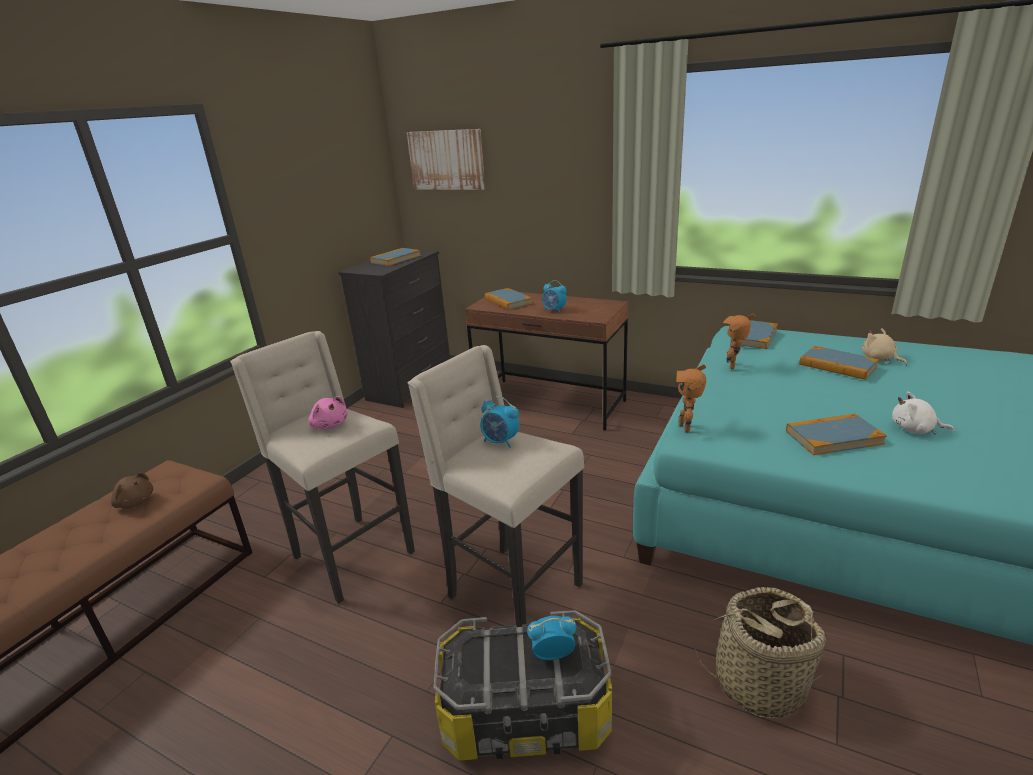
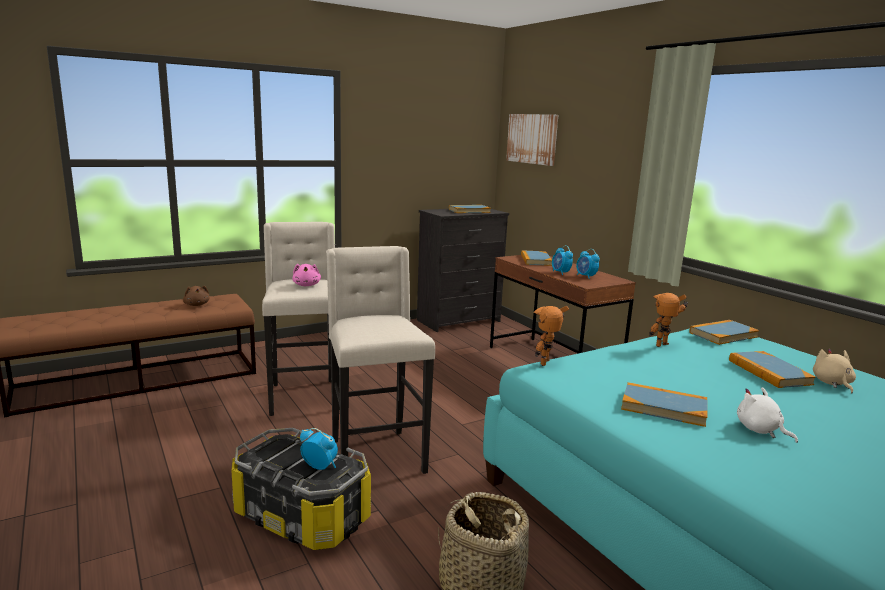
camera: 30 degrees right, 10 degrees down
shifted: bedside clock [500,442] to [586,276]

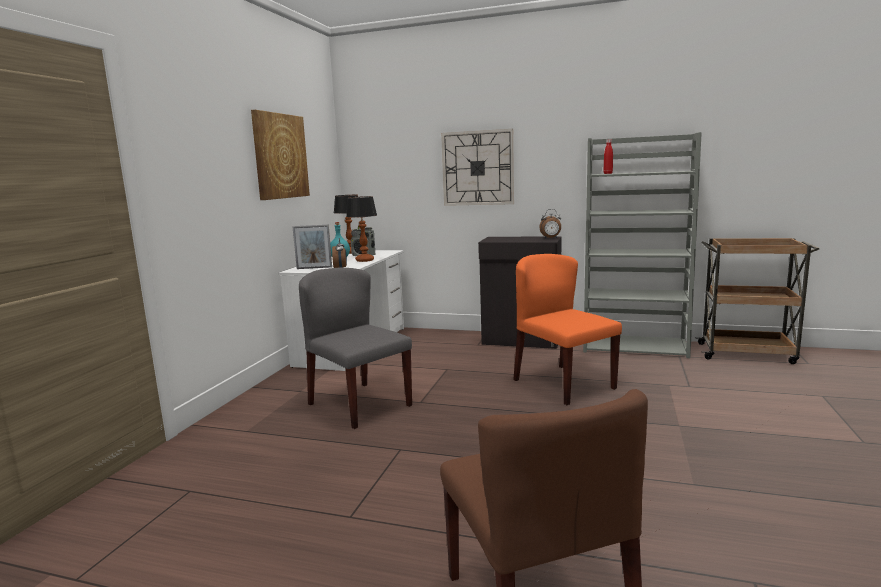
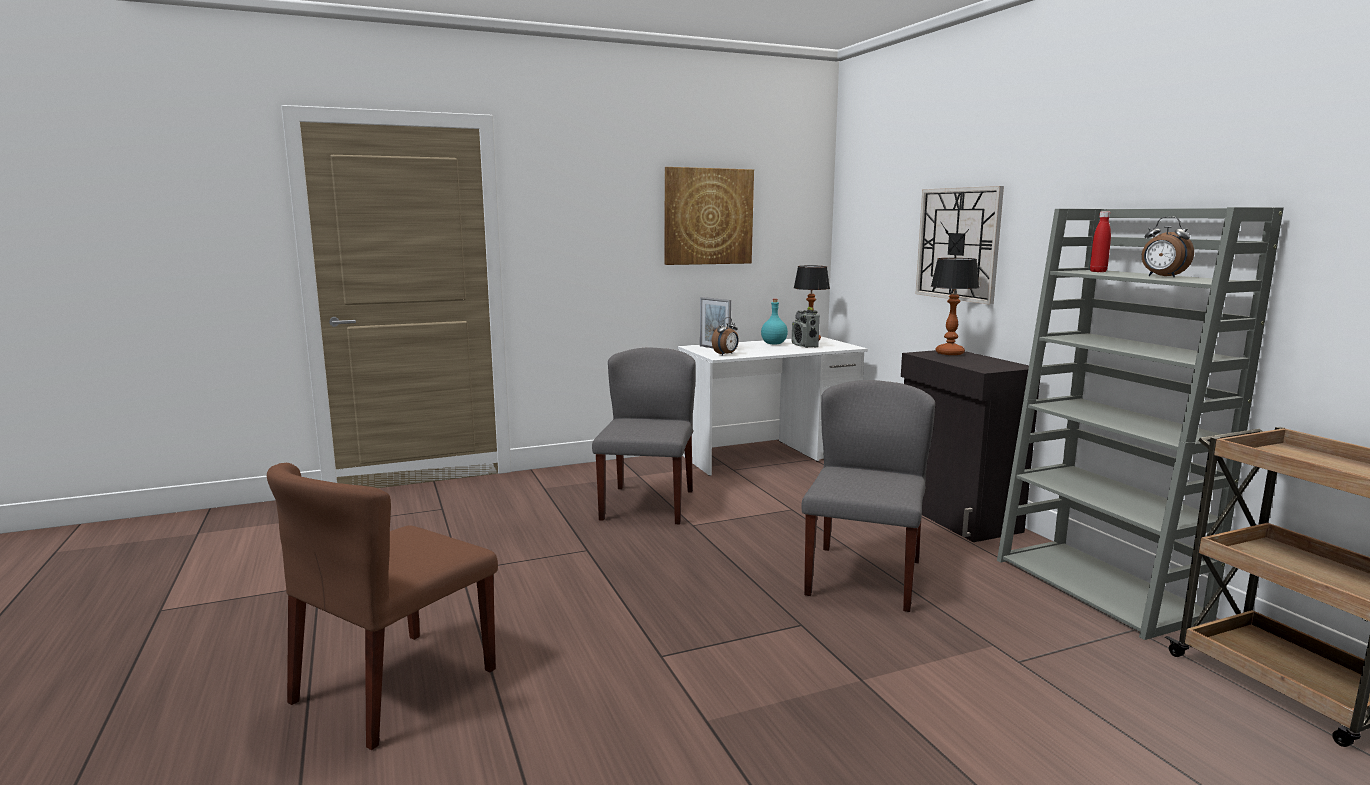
camera: 50 degrees right, 0 degrees up
shifted: table lamp [364,260] to [949,353]; bedside clock [550,238] to [1162,276]
repainted: plain chair in orangey [562,384] to plain chair in greyish [863,576]

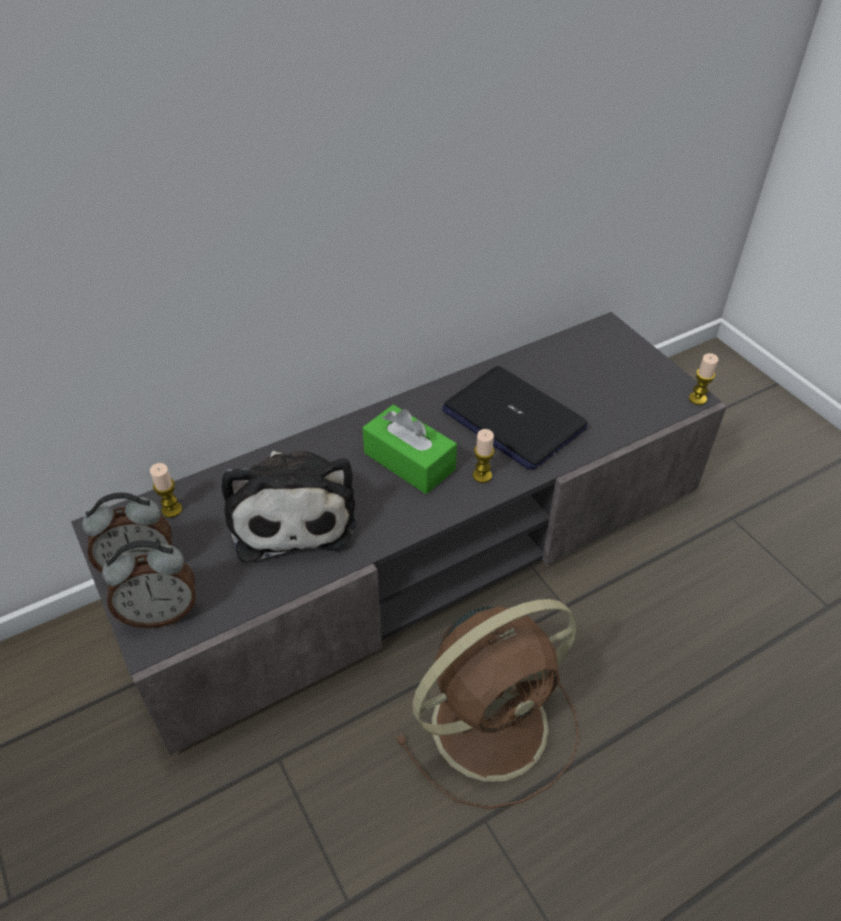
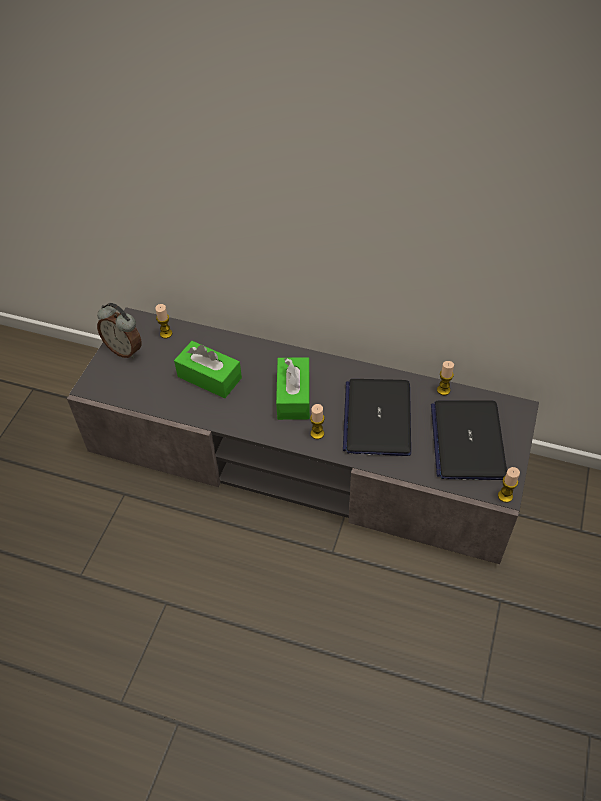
camera: 50 degrees right, 5 degrees up
gone: bedside clock [161,613]; fan in brown [494,722]
new: portable computer [467,440]; wax candle [443,390]
swapped: cuddly toy [292,513] to tissue box in green-coloured [209,377]

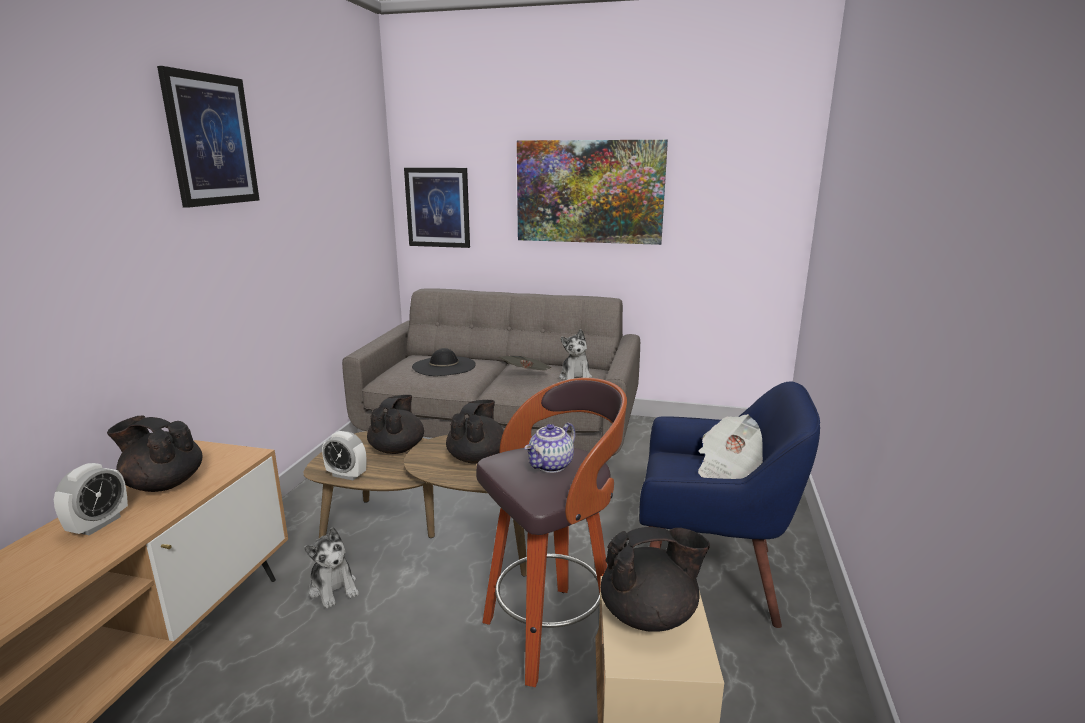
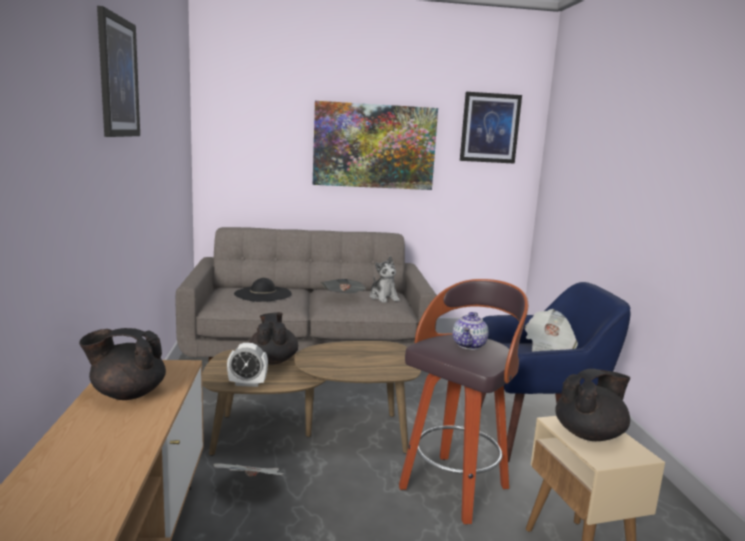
camera: 20 degrees left, 5 degrees down
gone: bedside clock [99,524]; pot for tea in black-coloured [477,457]
shifted: wall picture [438,207] to [490,128]
swapped: cuddly toy [334,588] to daily paper [252,486]

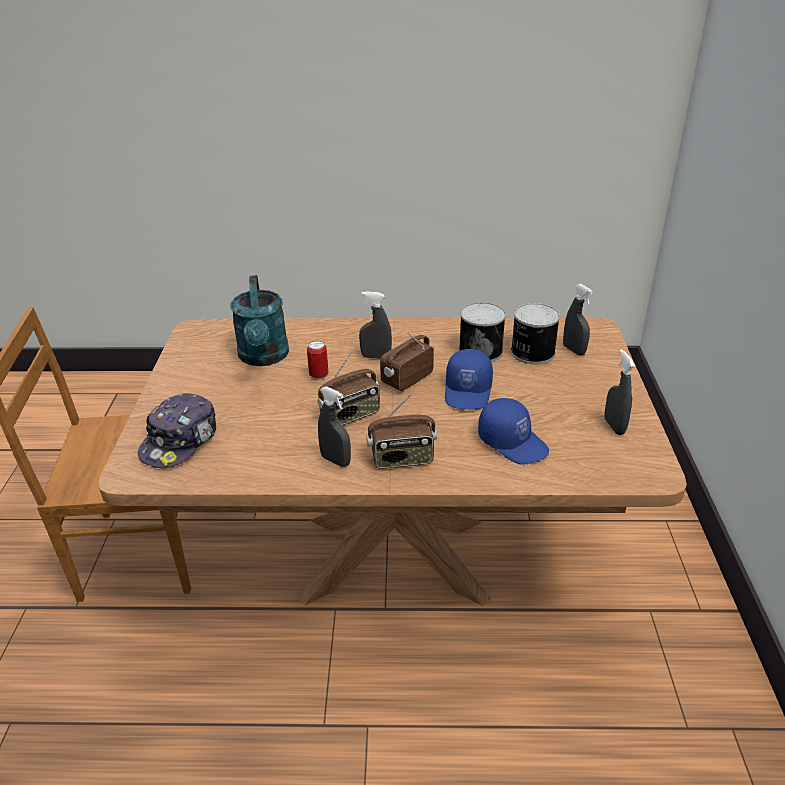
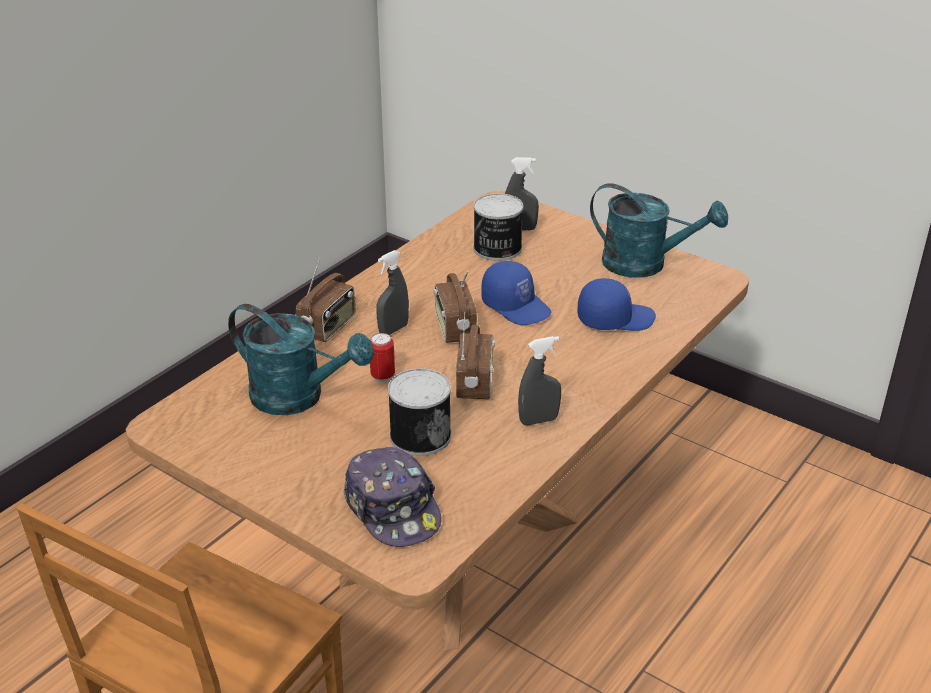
camera: 55 degrees left, 0 degrees up
shifted: radio set [402,459] to [328,327]; sealed can [481,350] to [419,435]
swapped: hand sprayer in greyish [614,426] to watering can in turquoise [645,264]

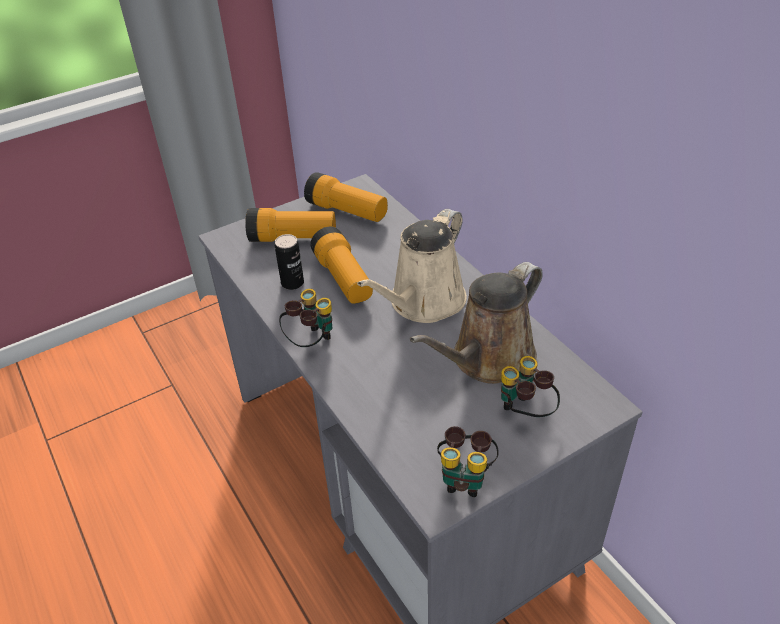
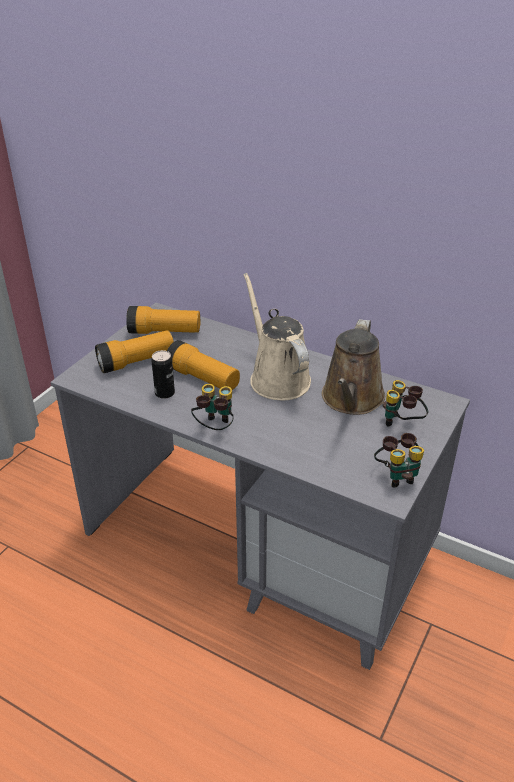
camera: 30 degrees left, 5 degrees down
rotated: watering can in beige [423,303] = [277,378] 150 degrees clockwise

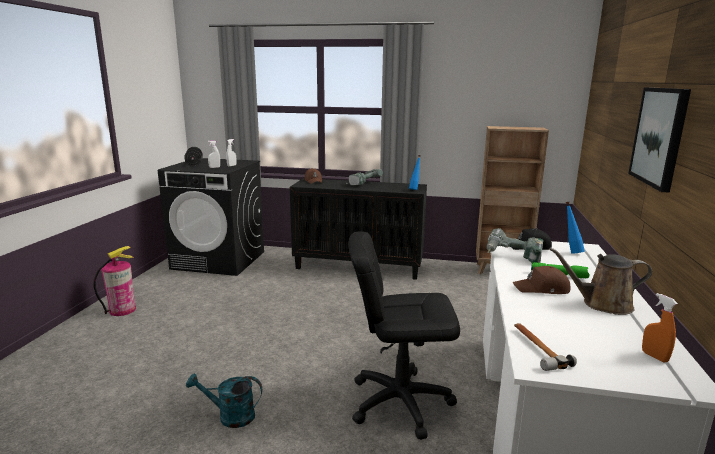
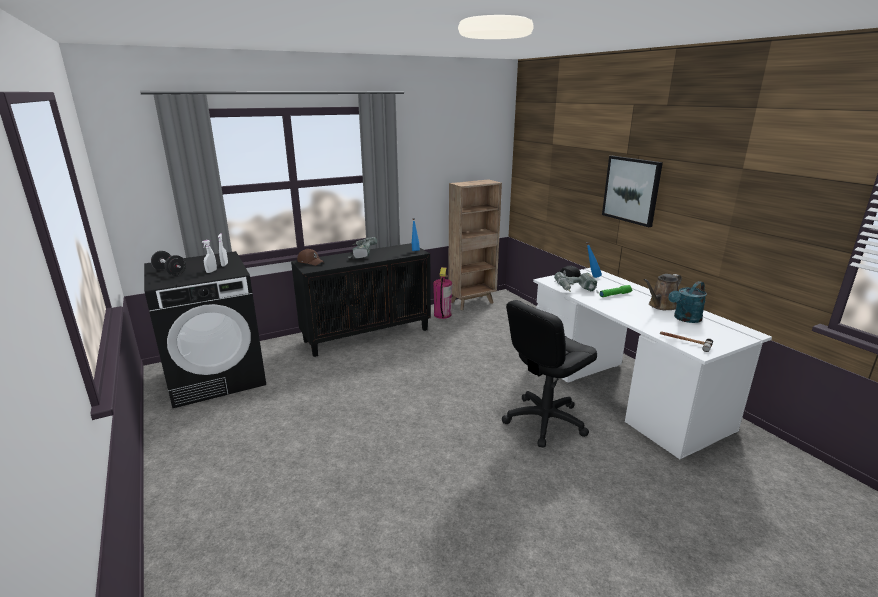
camera: 40 degrees left, 5 degrees up
gone: cap in brown [542,289]; hand sprayer in orangey [654,356]
shifted: fire extinguisher [122,310] to [442,315]; watering can in turquoise [230,416] to [685,319]

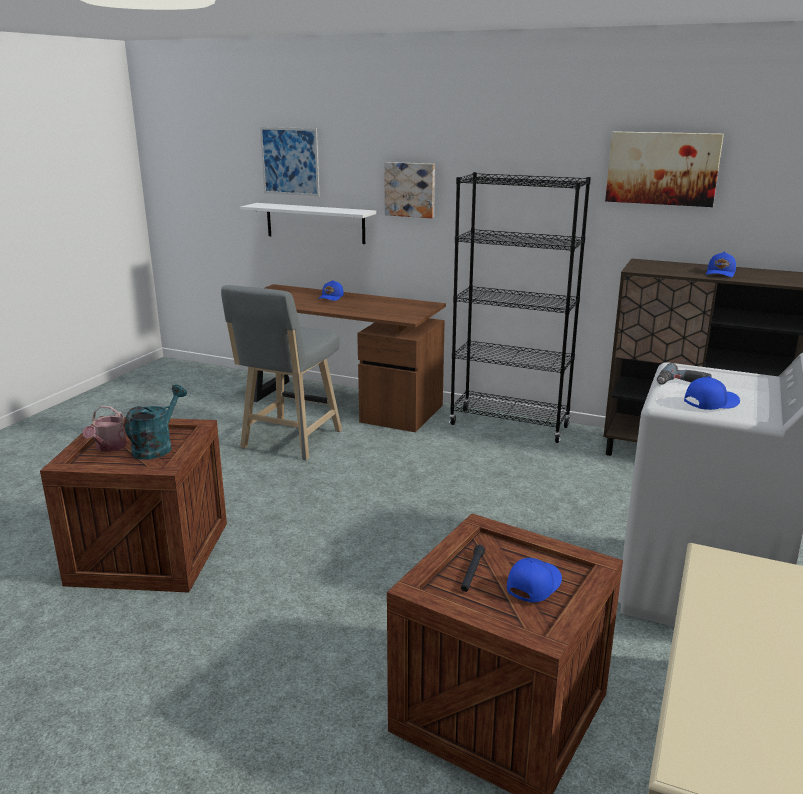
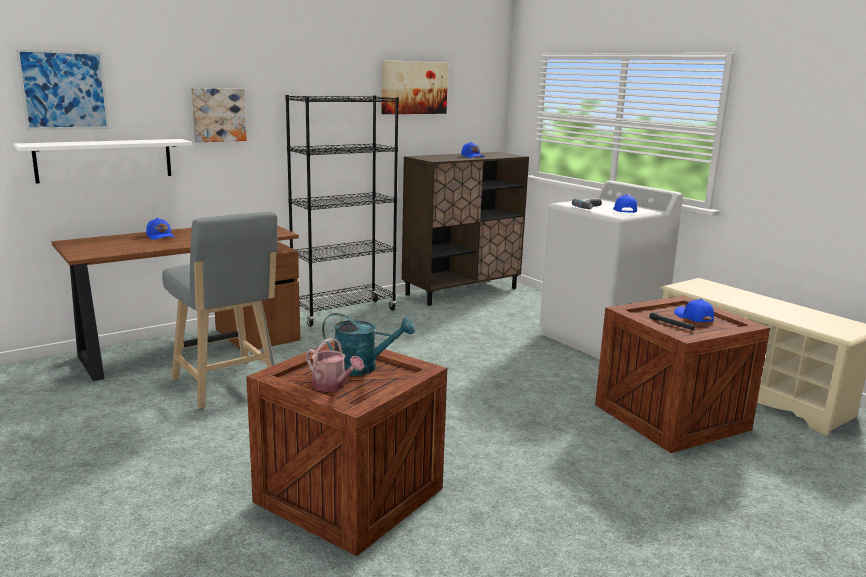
camera: 60 degrees left, 5 degrees down
rotated: watering can in turquoise [157,447] = [363,368] 135 degrees clockwise

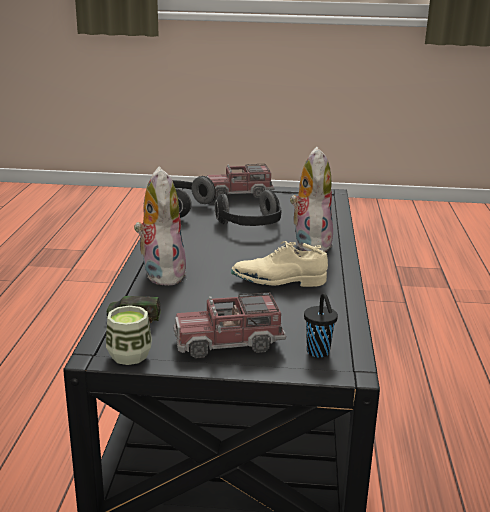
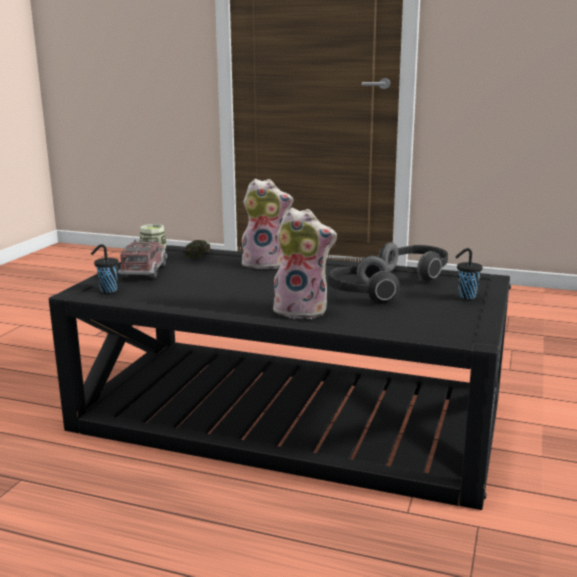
camera: 105 degrees right, 5 degrees down
gone: shoe in beige [278,282]
swapped: model truck [239,193] to cup in black-coloured [466,296]

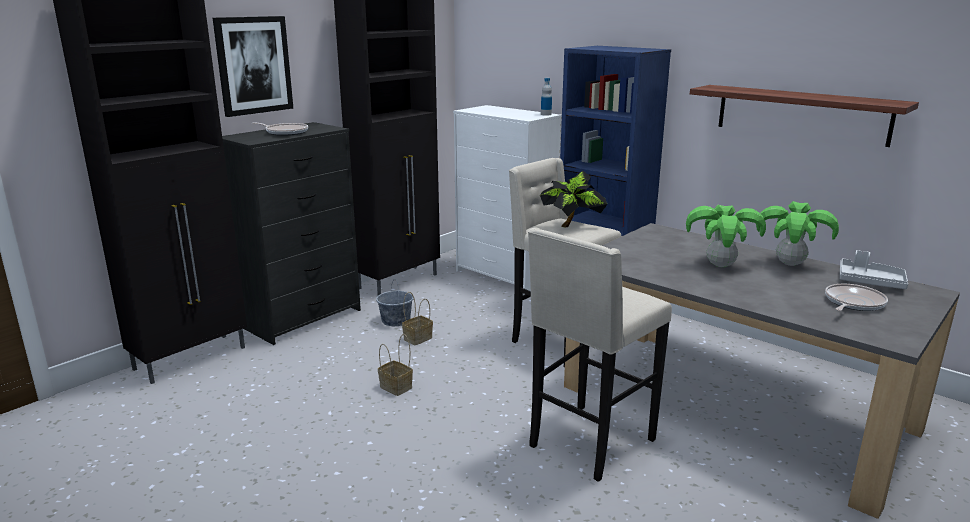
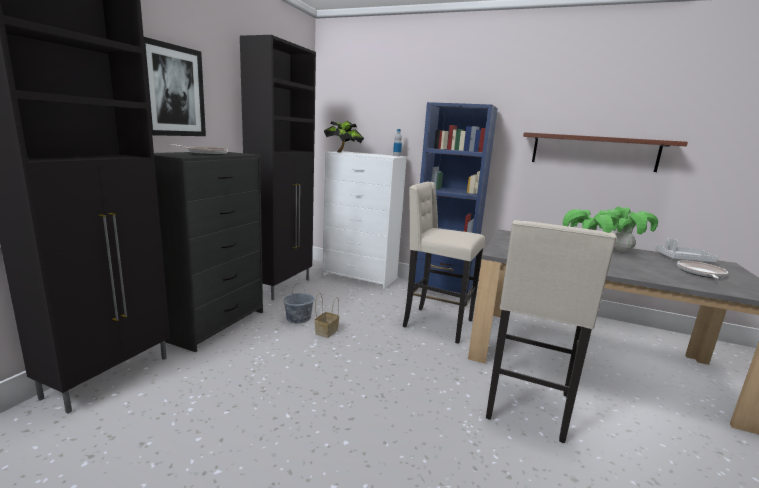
camera: 20 degrees left, 5 degrees down
gone: storage basket [397,387]
shifted: plant in a pot [572,226] to [343,152]

